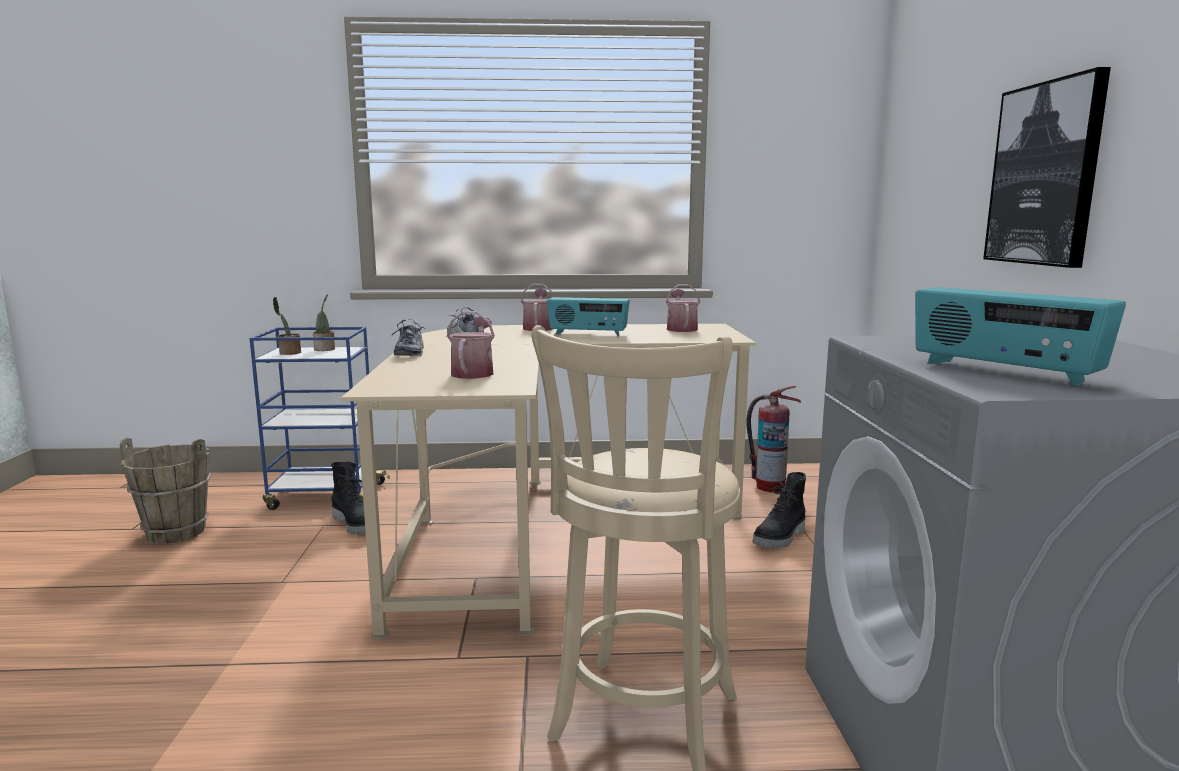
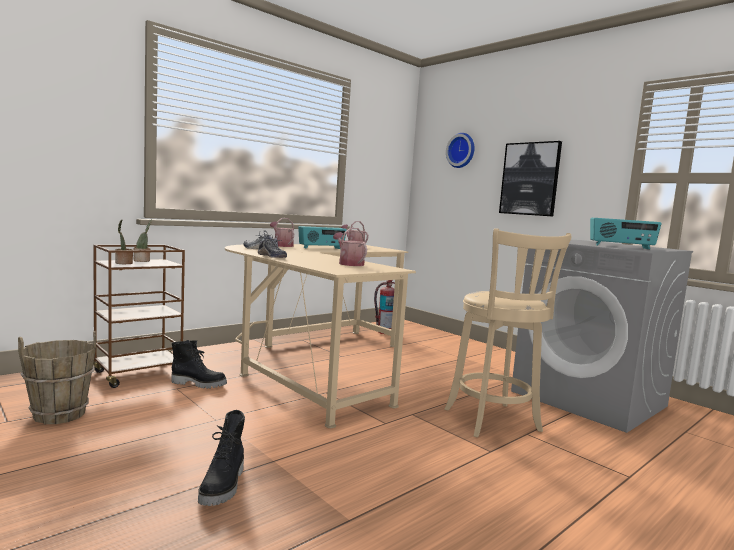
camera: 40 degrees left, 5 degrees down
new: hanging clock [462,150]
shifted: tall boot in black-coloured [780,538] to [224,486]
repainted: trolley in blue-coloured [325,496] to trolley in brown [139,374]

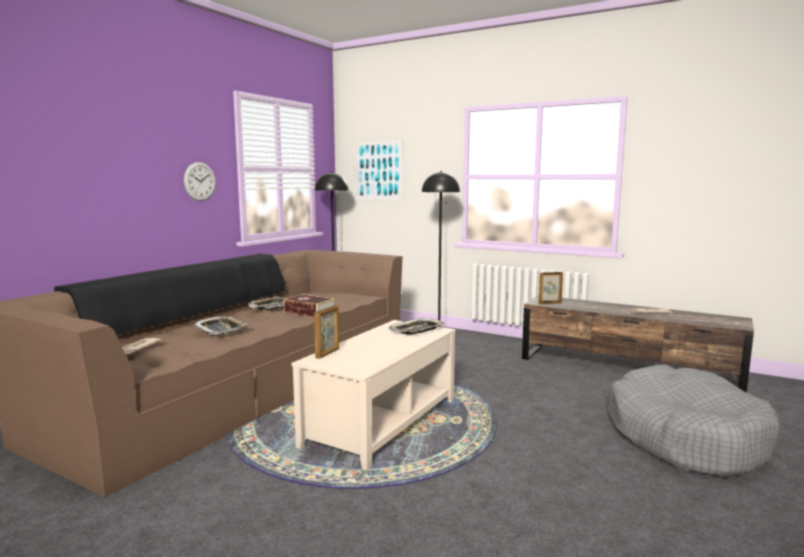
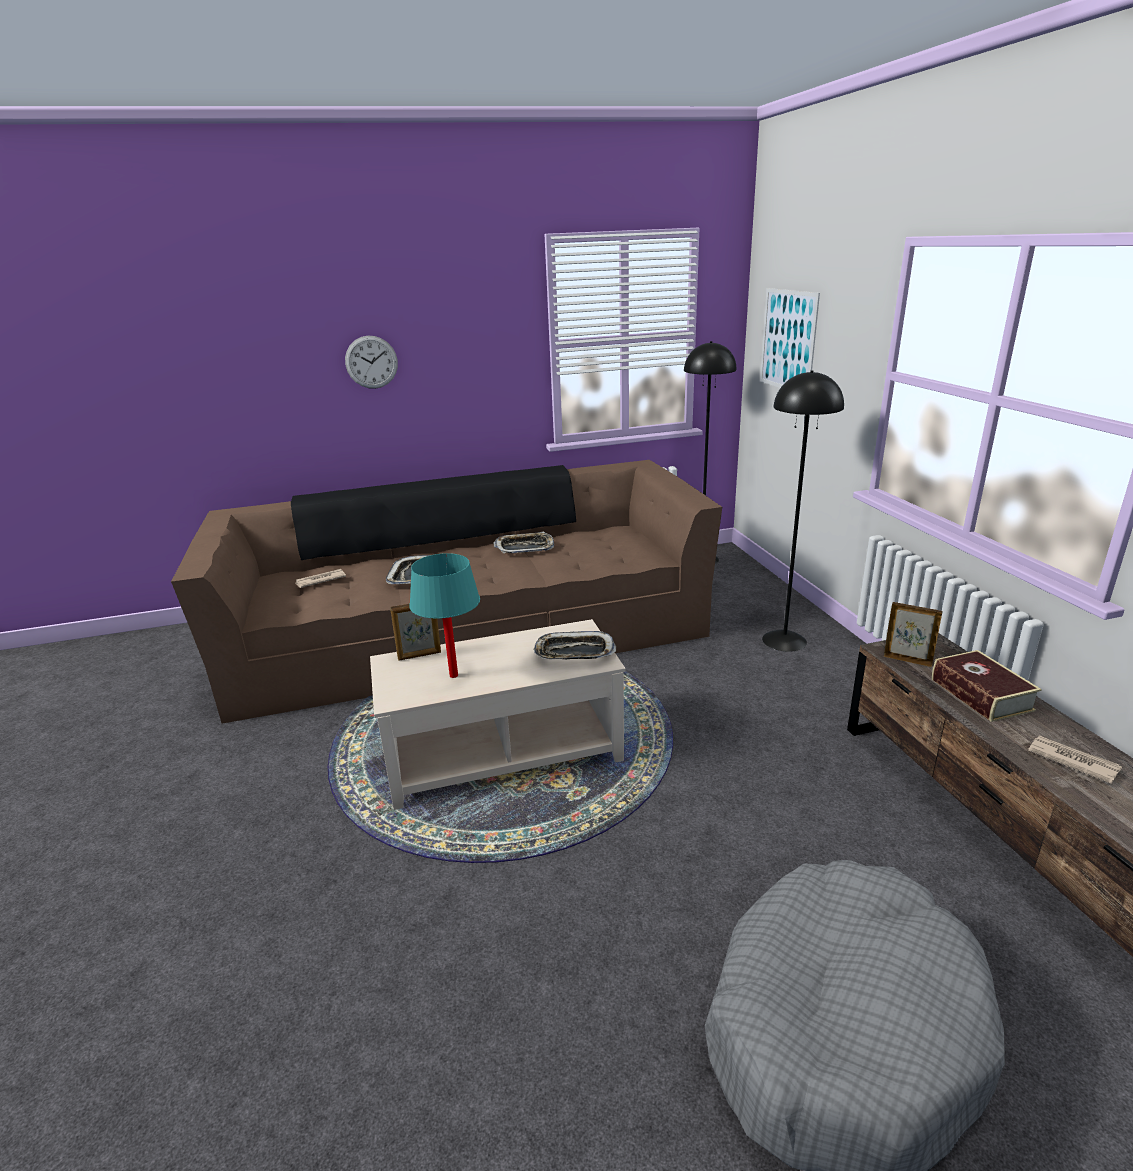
camera: 45 degrees right, 15 degrees up
new: table lamp in turquoise [453,675]
shifted: hanging clock [199,181] to [371,362]; book [309,312] to [981,694]

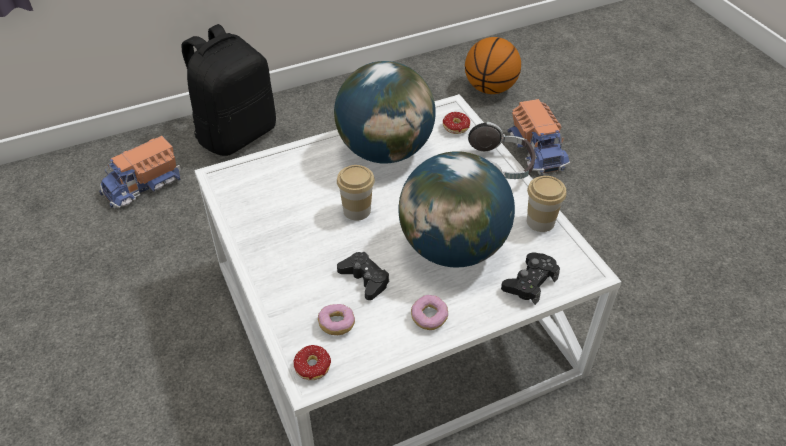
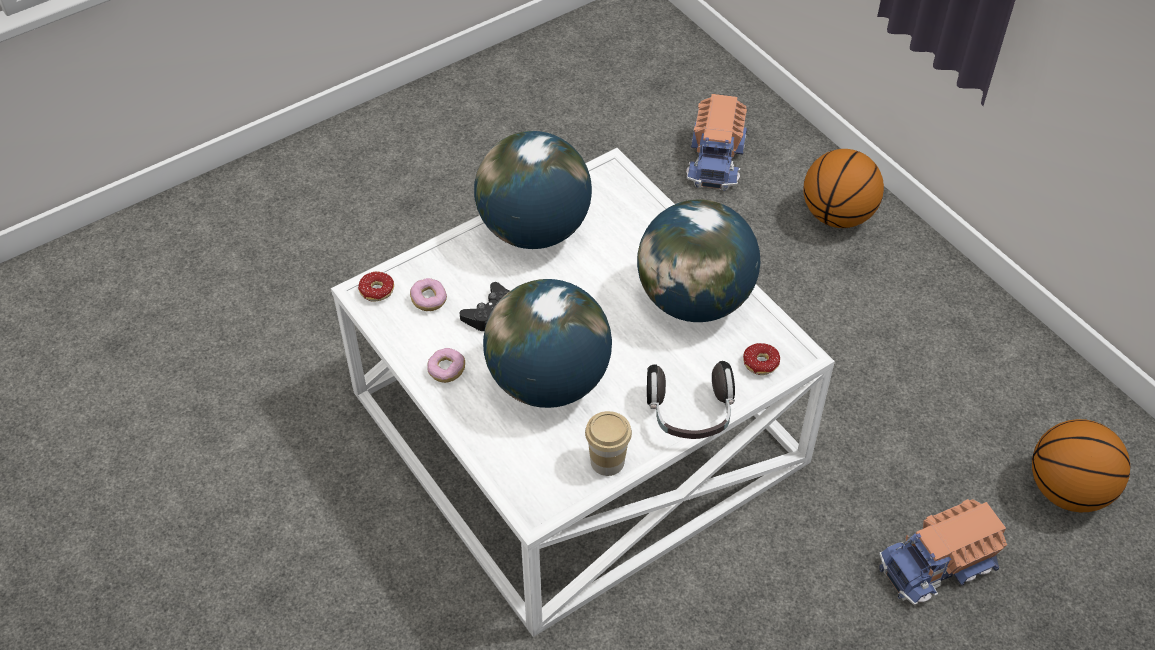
camera: 80 degrees right, 5 degrees up
gone: cup [357,210]; game controller in black-coloured [530,282]
new: world globe [535,230]
swapped: backpack in black-coloured [236,134] to basketball ball [838,215]
rotated: model truck [143,185] = [717,158] 120 degrees counterclockwise

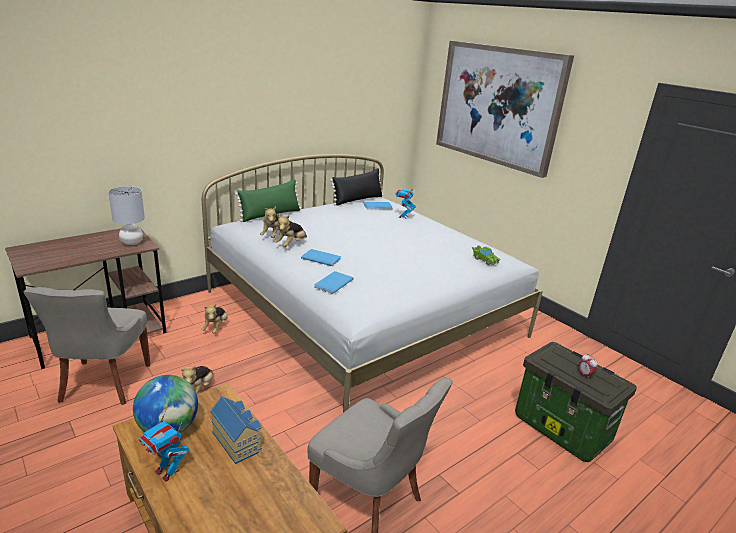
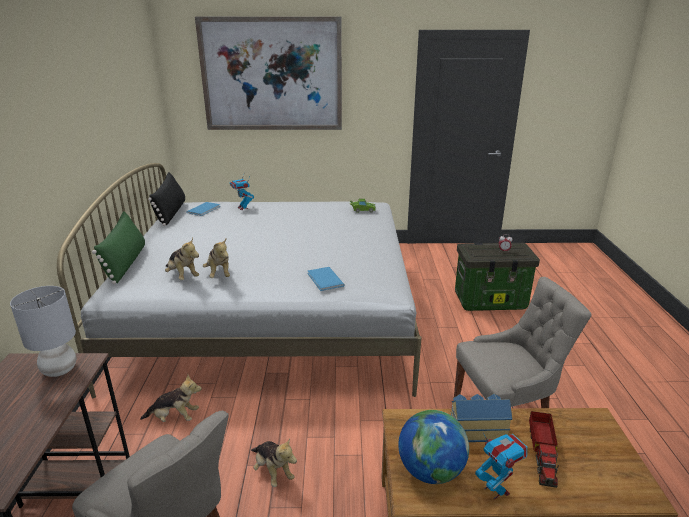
camera: 50 degrees left, 0 degrees up
gone: book in blue-coloured [321,258]
new: model truck [542,453]
rotated: toy robot [167,472] = [496,490] 105 degrees counterclockwise; cuddly toy [216,327] = [174,418] 45 degrees counterclockwise

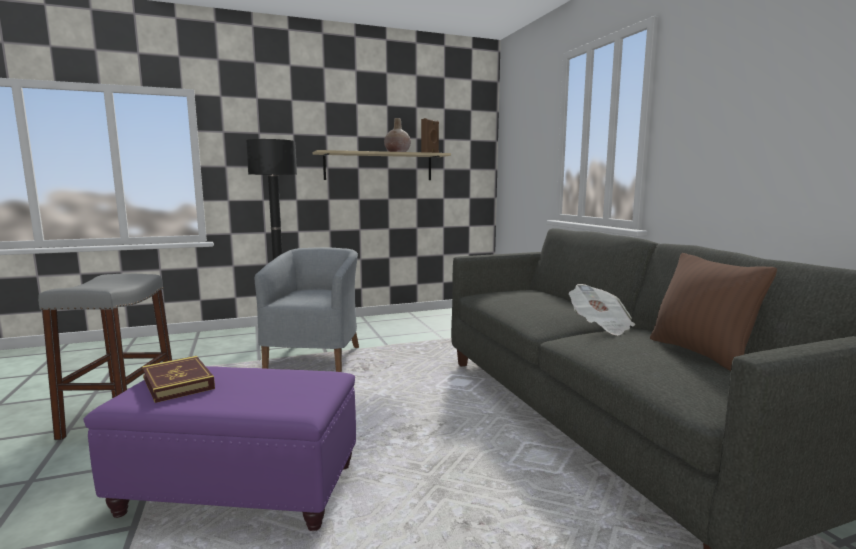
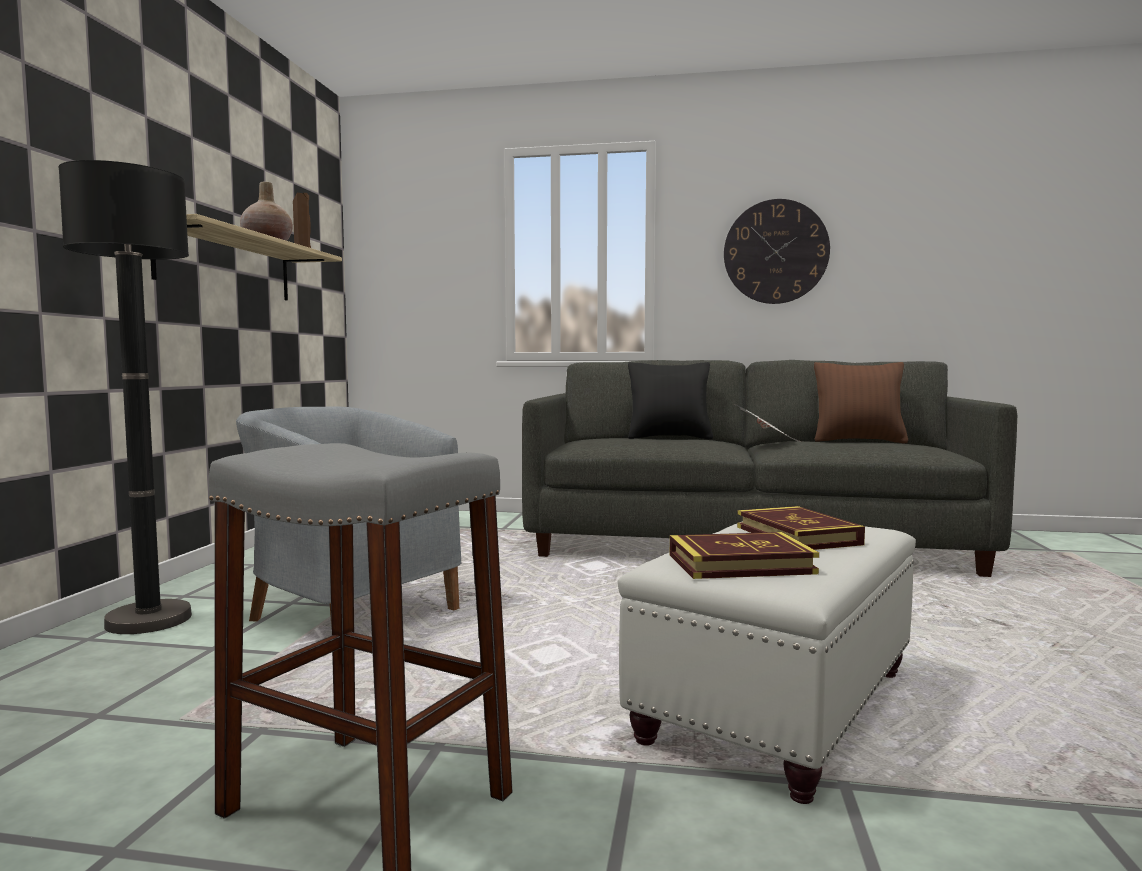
camera: 60 degrees left, 5 degrees down
new: pillow in black-coloured [669,438]; hanging clock [776,252]; book [797,535]
repainted: ottoman in purple [238,489] to ottoman in whitish [777,707]

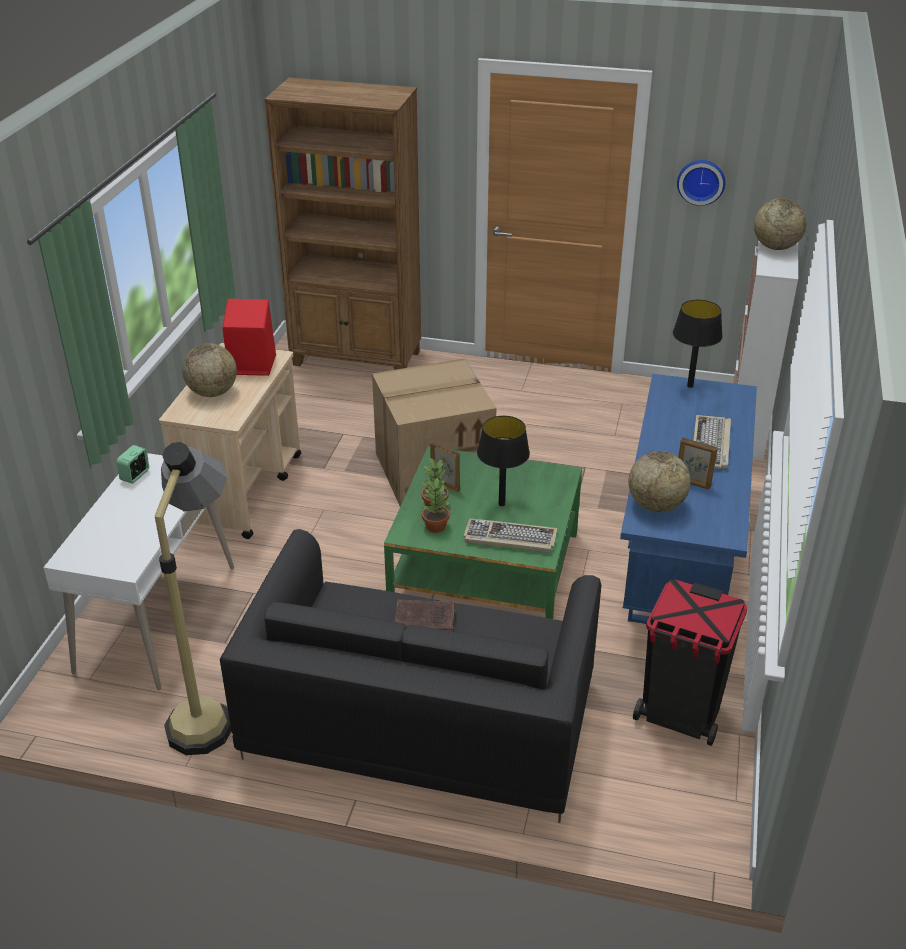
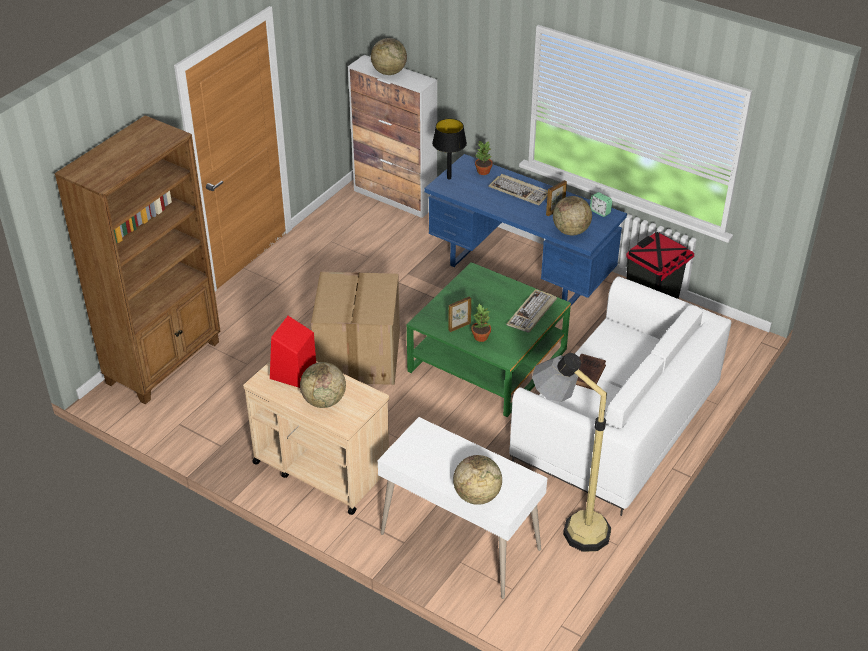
camera: 70 degrees left, 5 degrees up
gone: table lamp in black-coloured [501,504]; hanging clock [701,181]
new: world globe [477,496]
shifted: bedside clock [135,475] to [600,212]; plant in a pot [435,526] to [483,171]
repainted: settee in black-coloured [419,721] to settee in whitish [616,425]

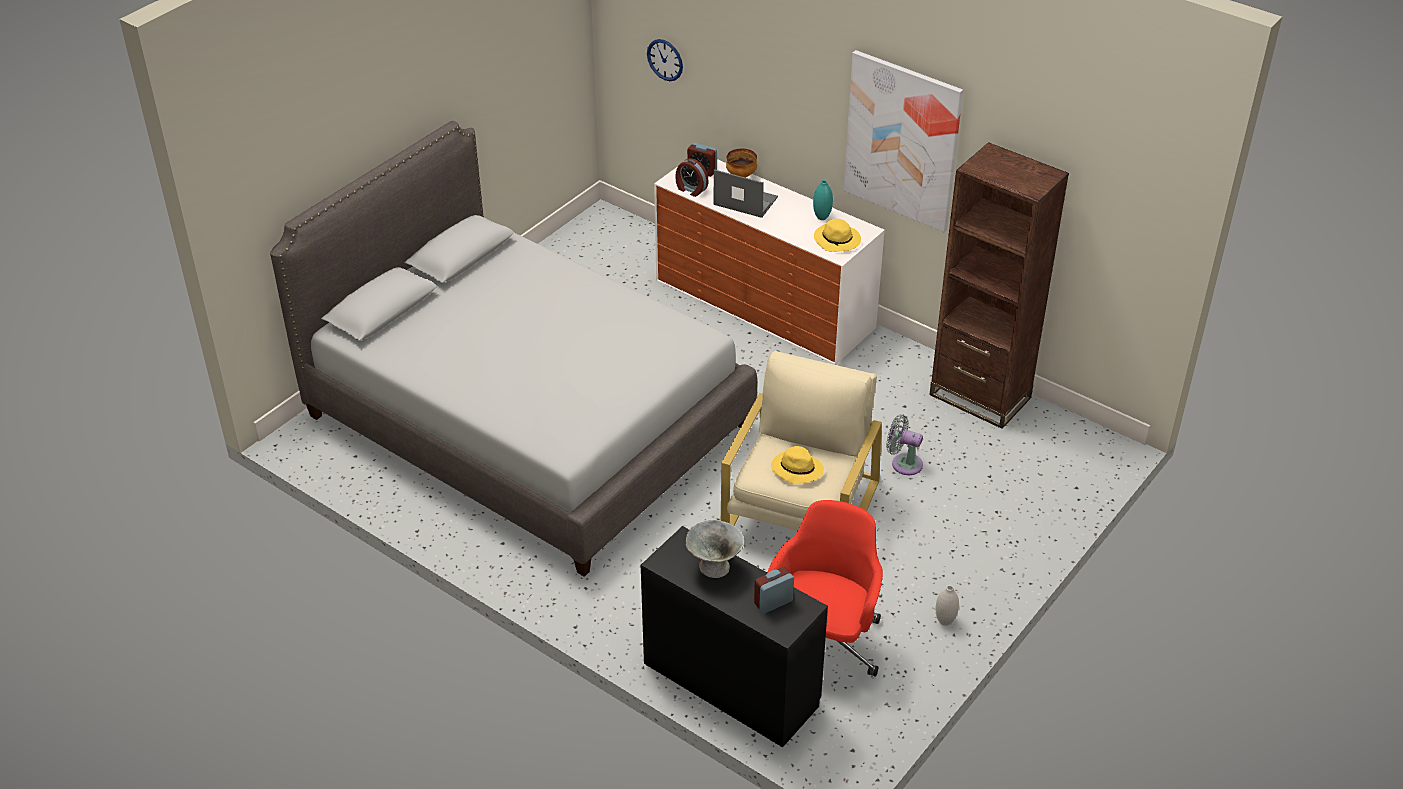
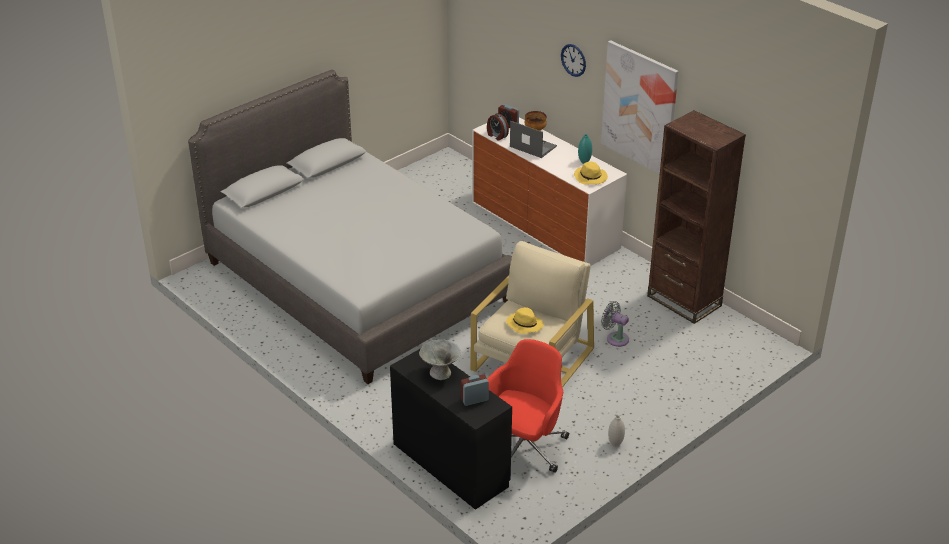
camera: 10 degrees right, 5 degrees down
shifted: hanging clock [665,59] to [573,60]

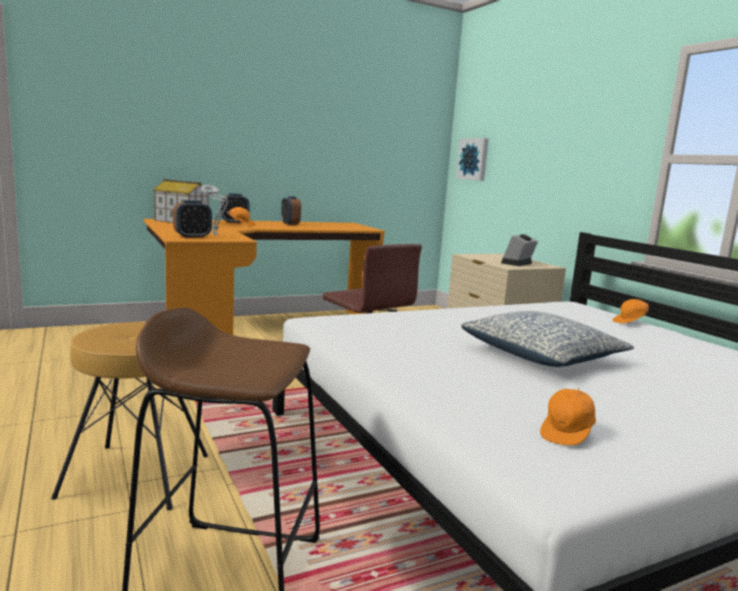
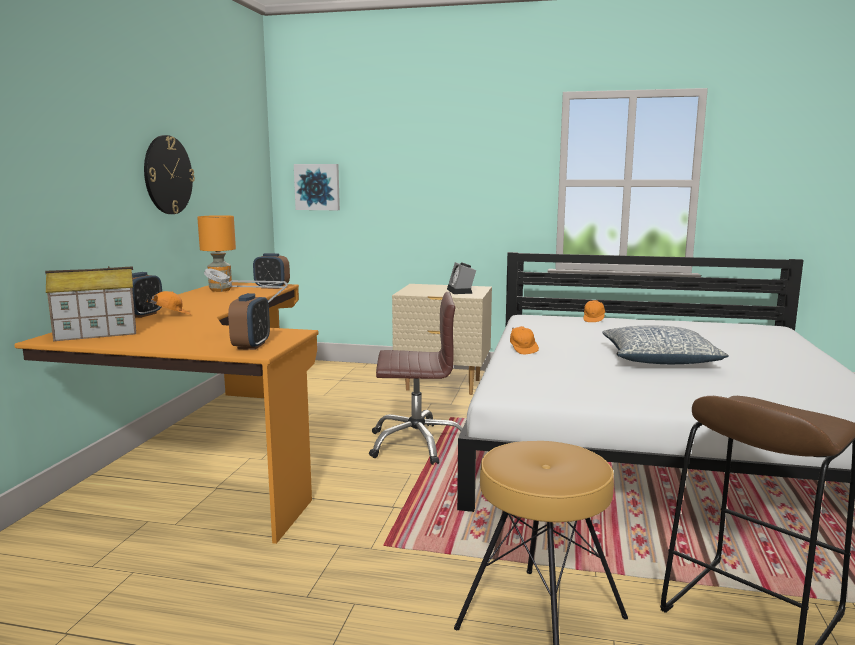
camera: 50 degrees left, 0 degrees up
new: hanging clock [168,175]; table lamp in orangey [221,290]
shifted: bedside clock [290,224] to [272,287]; cap in orangey [567,433] to [523,349]

